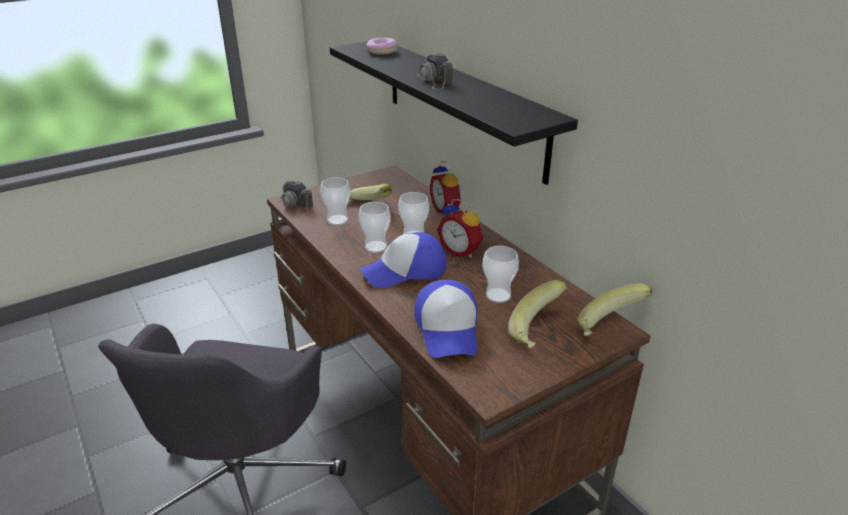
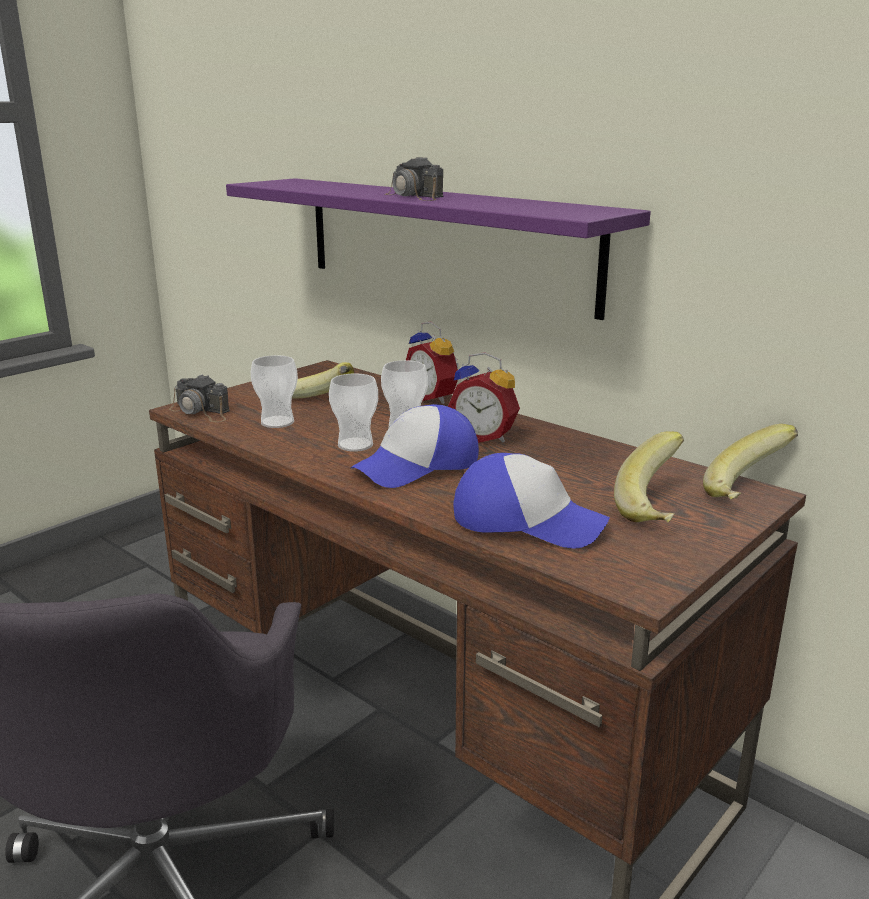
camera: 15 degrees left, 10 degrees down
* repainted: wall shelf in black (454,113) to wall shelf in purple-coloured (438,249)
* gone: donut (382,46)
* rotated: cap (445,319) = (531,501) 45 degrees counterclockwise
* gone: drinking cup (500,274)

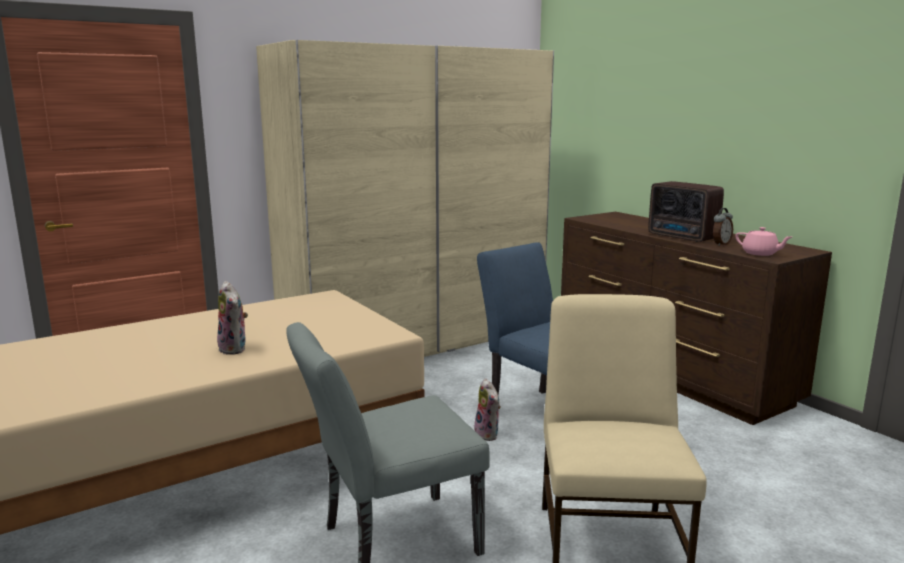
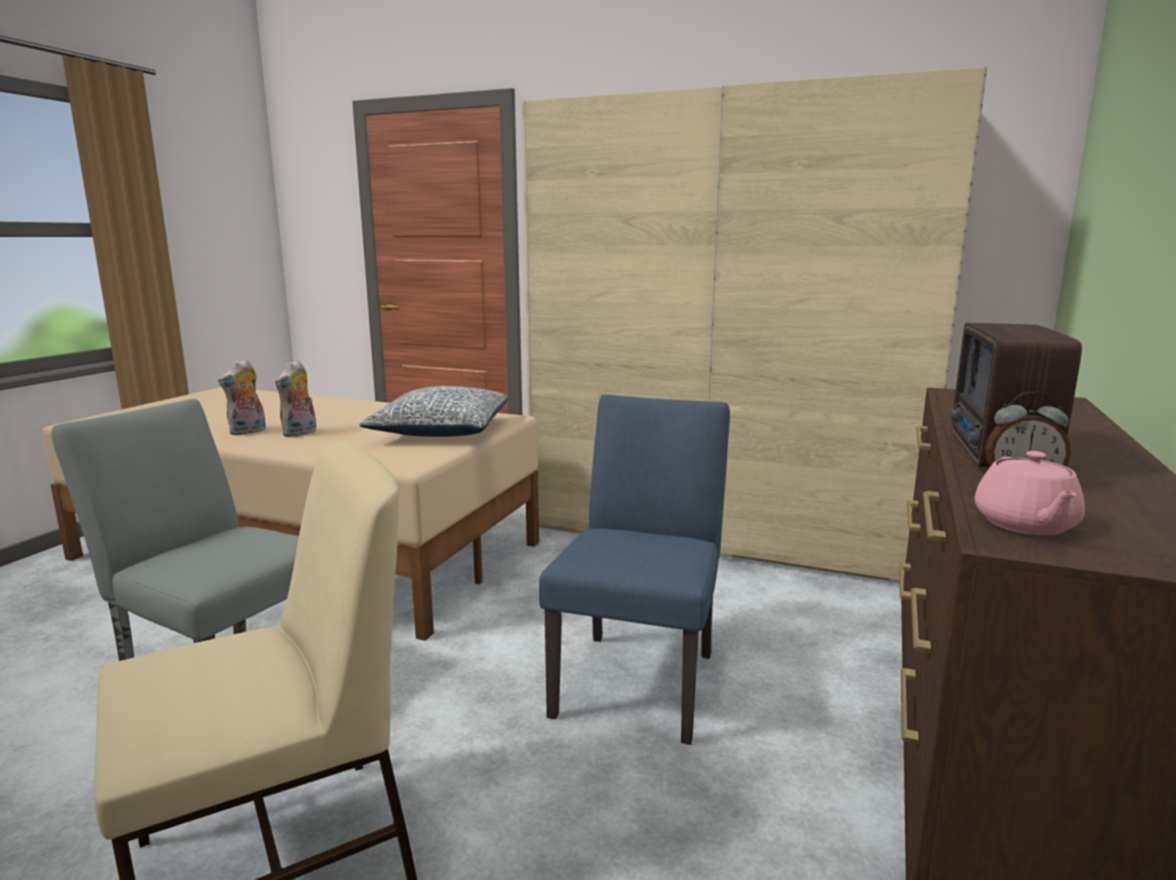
camera: 55 degrees right, 0 degrees up
* shifted: cuddly toy (487,409) to (242,397)
* new: cushion (434,411)

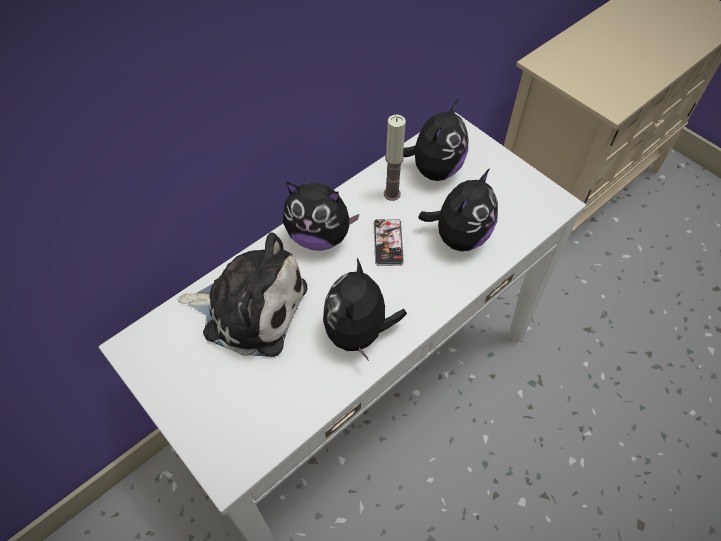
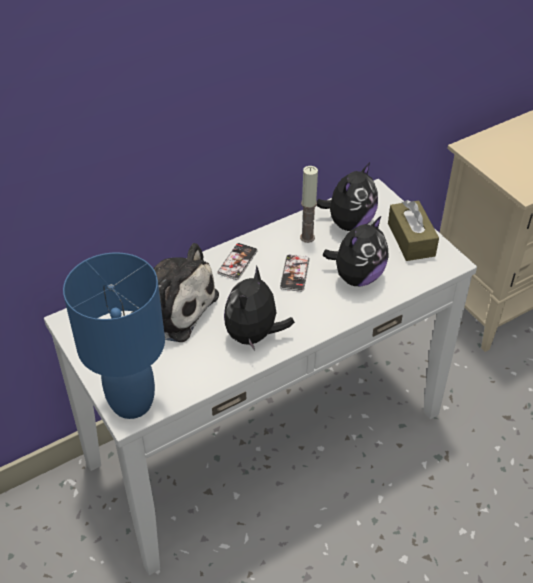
camera: 10 degrees right, 10 degrees down
* swapped: cuddly toy (321,216) to telephone (238,261)
* new: lamp for a table in blue-coloured (114,335)
* new: tissue box in brown-coloured (413,230)

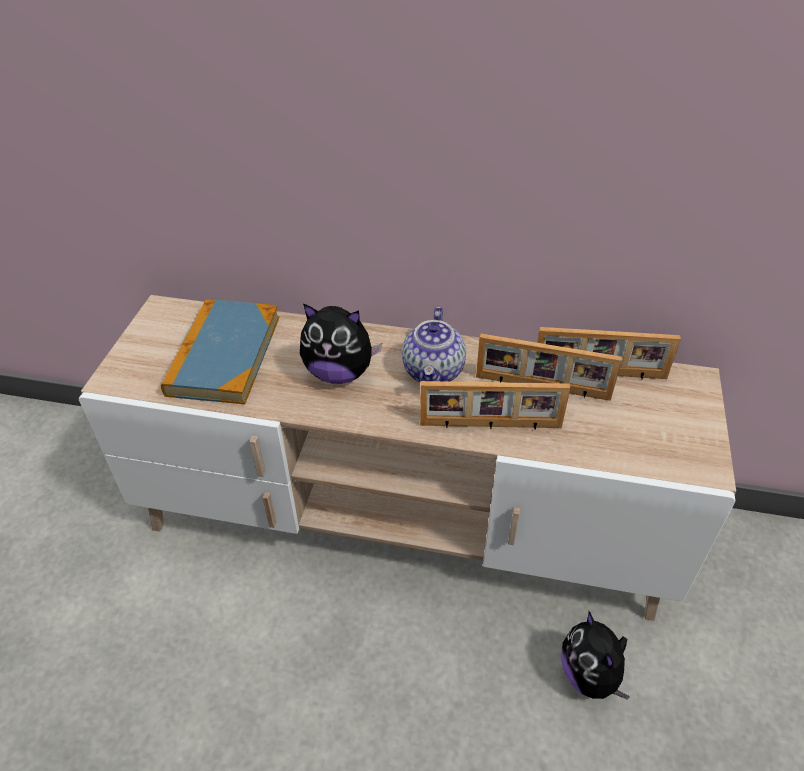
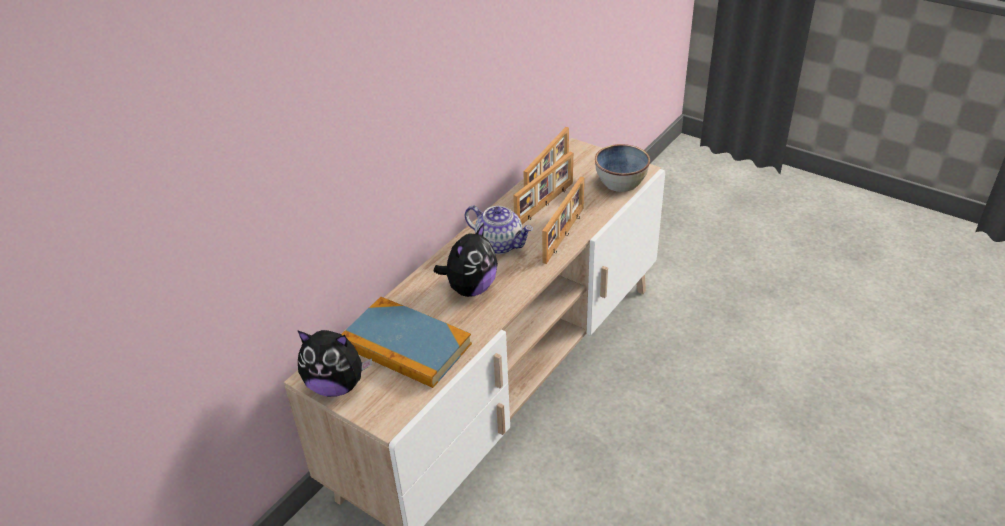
camera: 65 degrees left, 5 degrees down
* shifted: cuddly toy (595,654) to (334,363)
* new: deep dish (622,168)

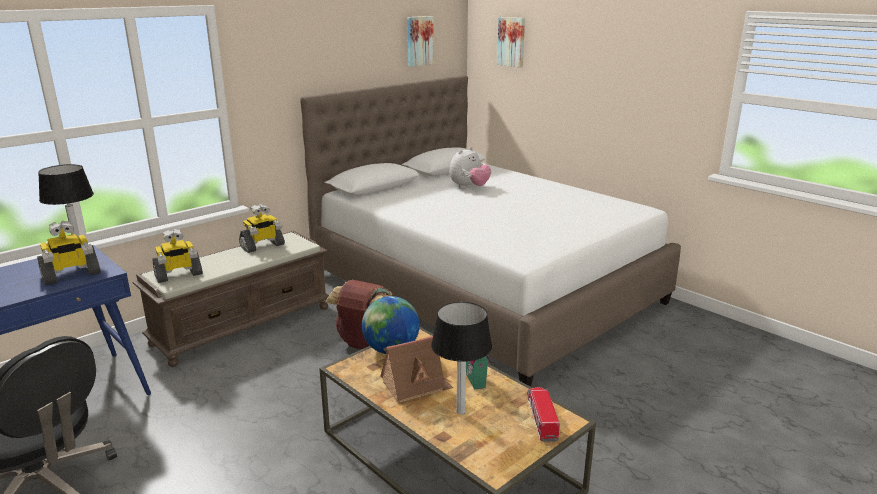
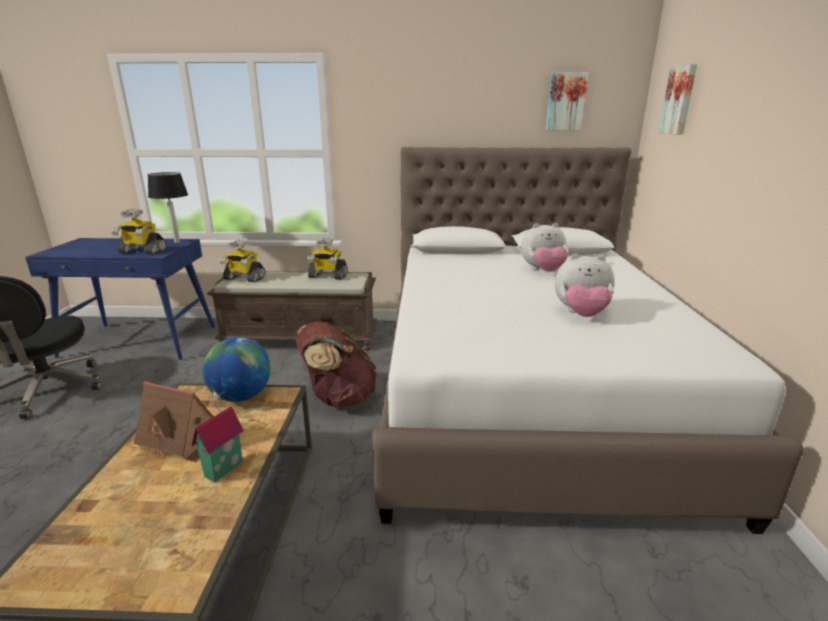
camera: 45 degrees right, 0 degrees up
* gone: lamp for a table (461,358)
* gone: toy lorry (543,414)
* new: cuddly toy (585,285)

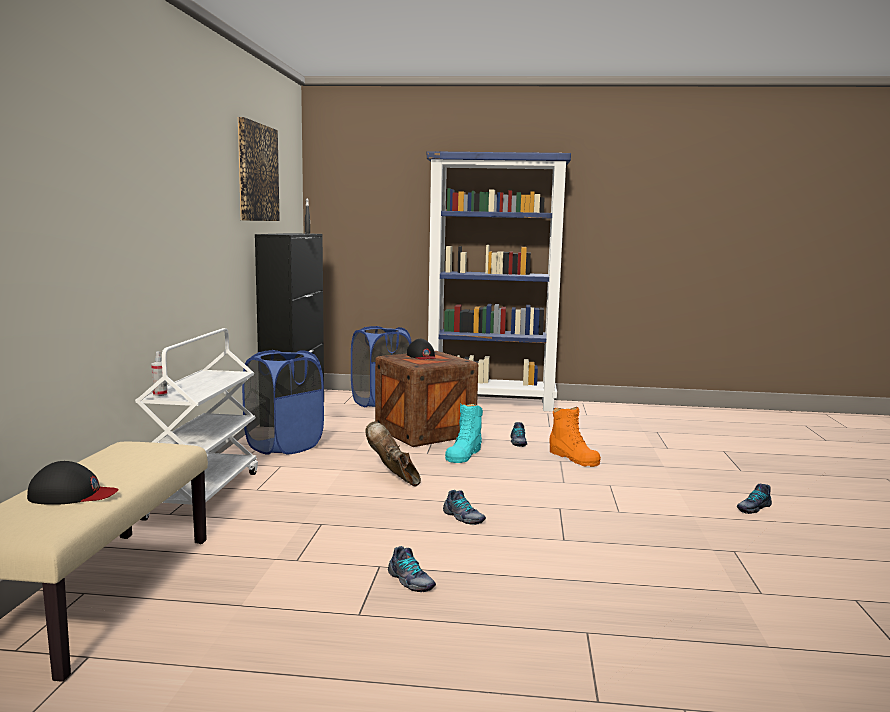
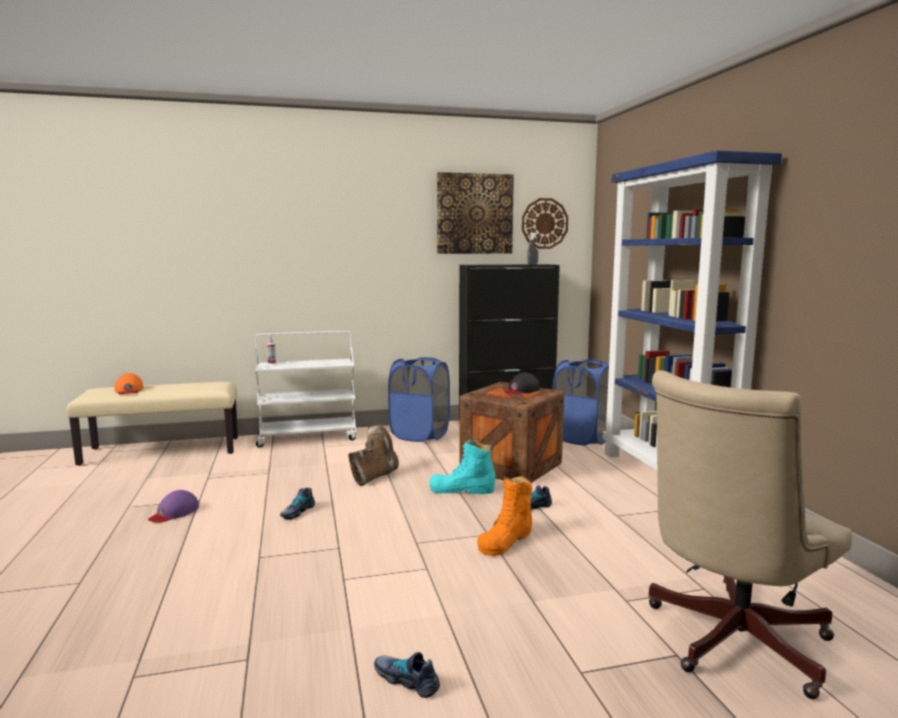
camera: 70 degrees right, 0 degrees up
* repainted: cap in black (73,483) to cap in orange (129,383)
* swapped: shoe (412,569) to cap in purple-coloured (173,506)
* new: hanging clock (545,223)
* new: desk chair in beige (750,534)

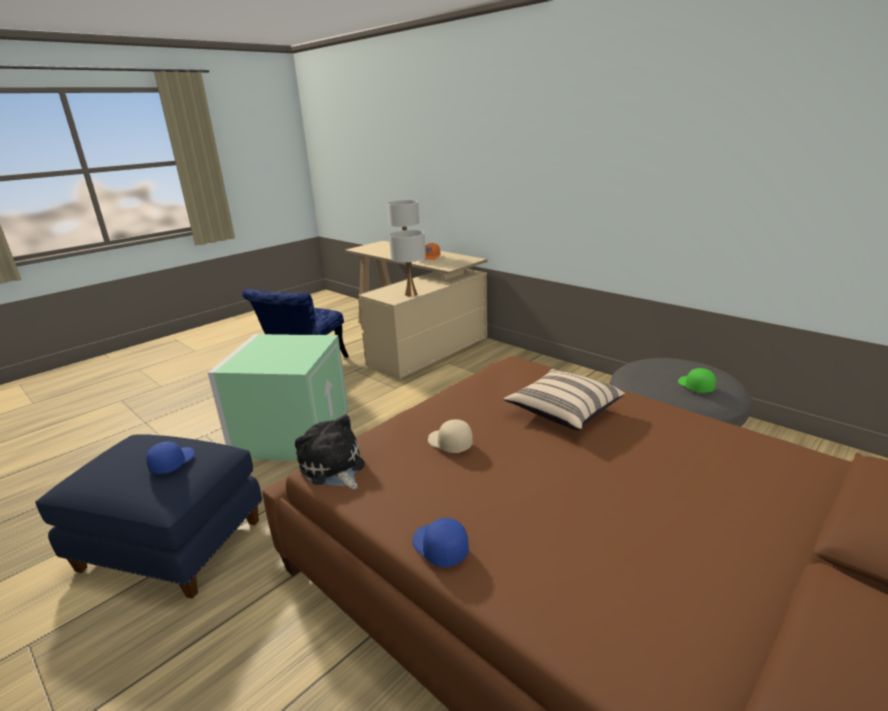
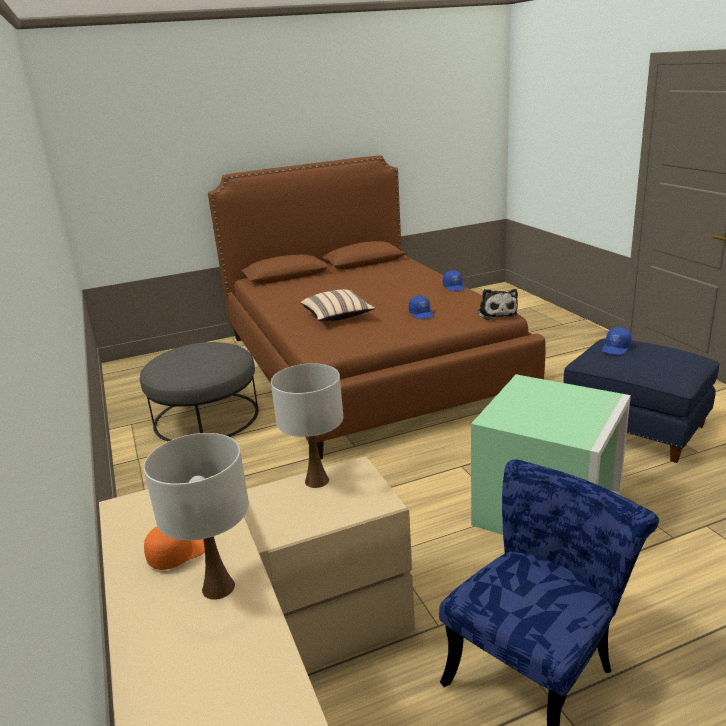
camera: 155 degrees left, 0 degrees up
* repainted: cap in beige (450,436) to cap in blue-coloured (421,307)
* gone: cap in green (697,380)

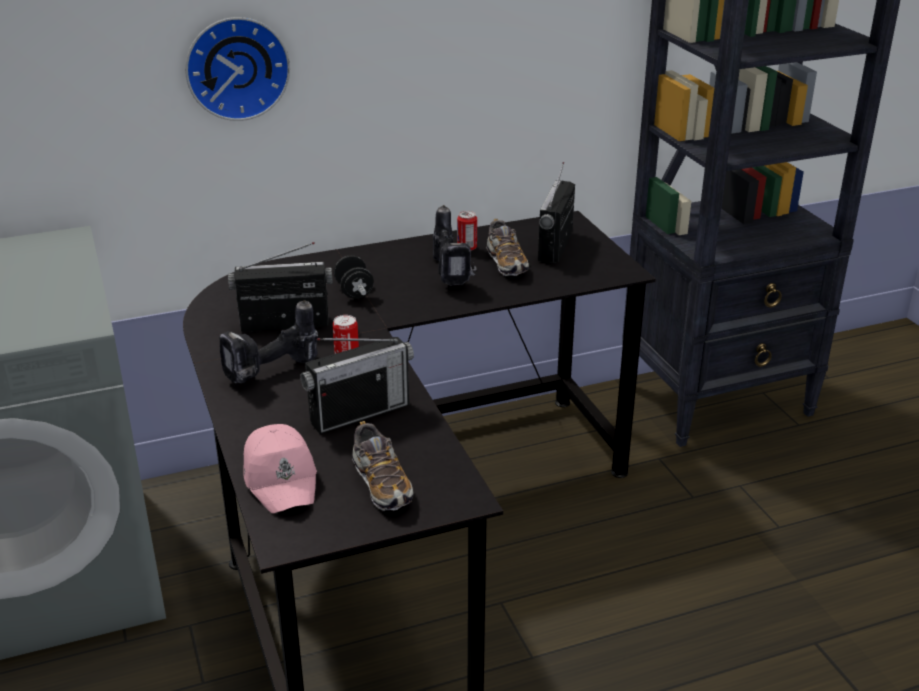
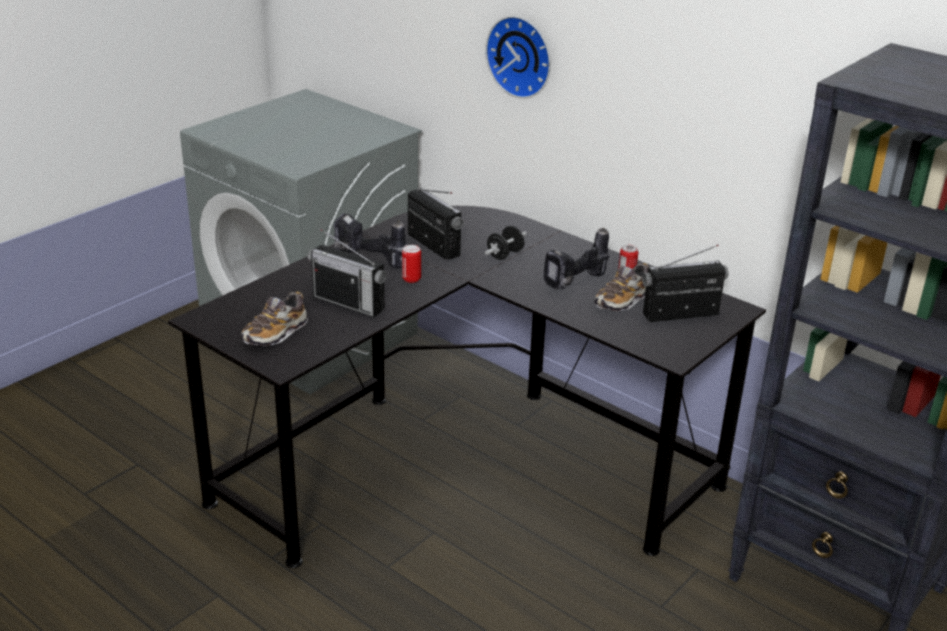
camera: 60 degrees right, 0 degrees up
* gone: cap in pink-coloured (280,468)

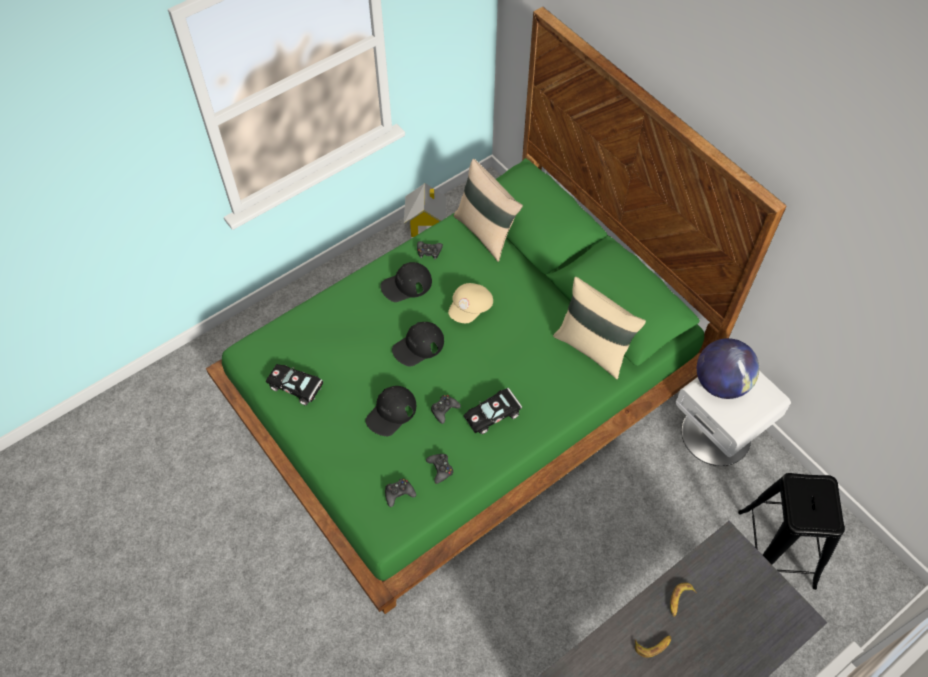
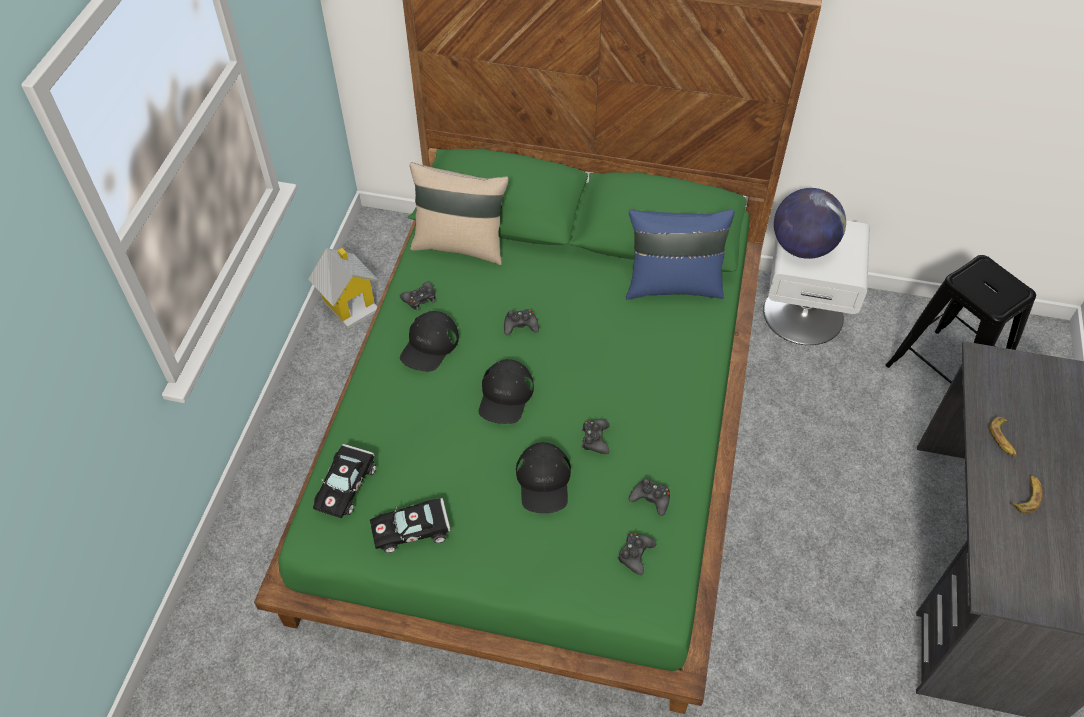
camera: 40 degrees left, 5 degrees down
* swapped: cap in beige (470,303) to game controller in black (521,322)
* shifted: miniature car in black (493,411) to (344,481)
* repainted: cushion in beige (599,328) to cushion in blue-coloured (680,254)

